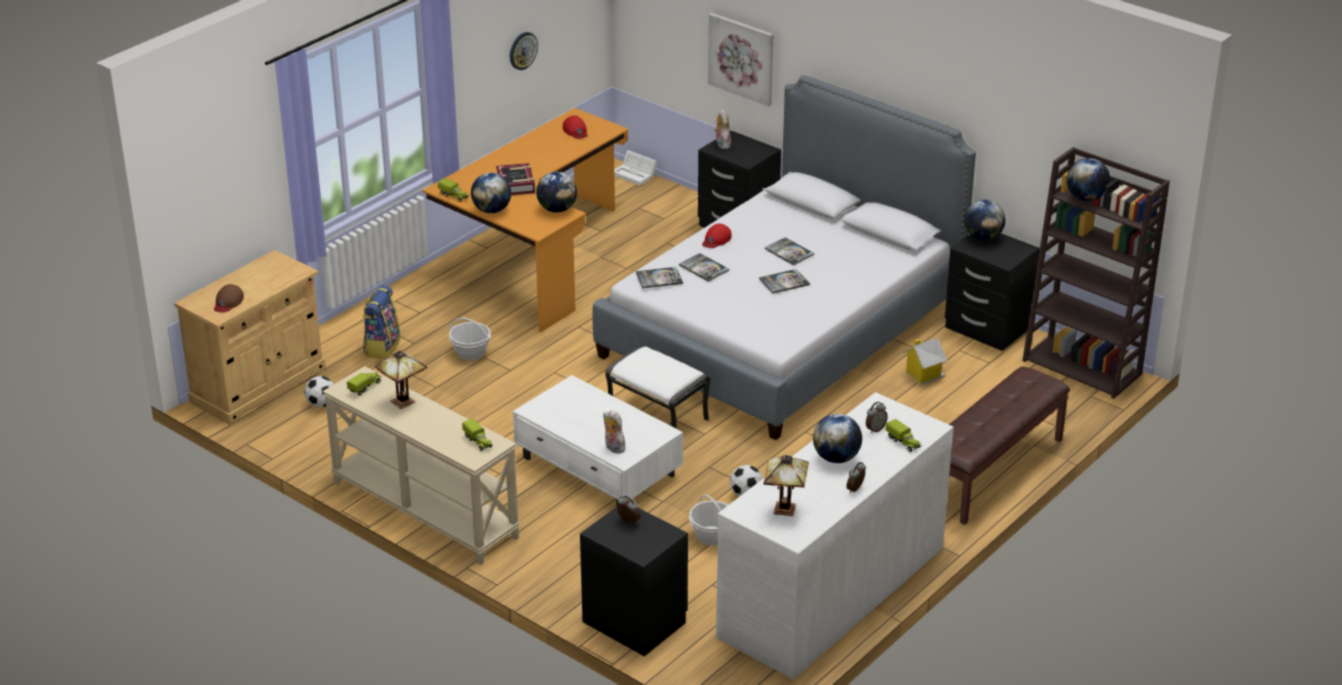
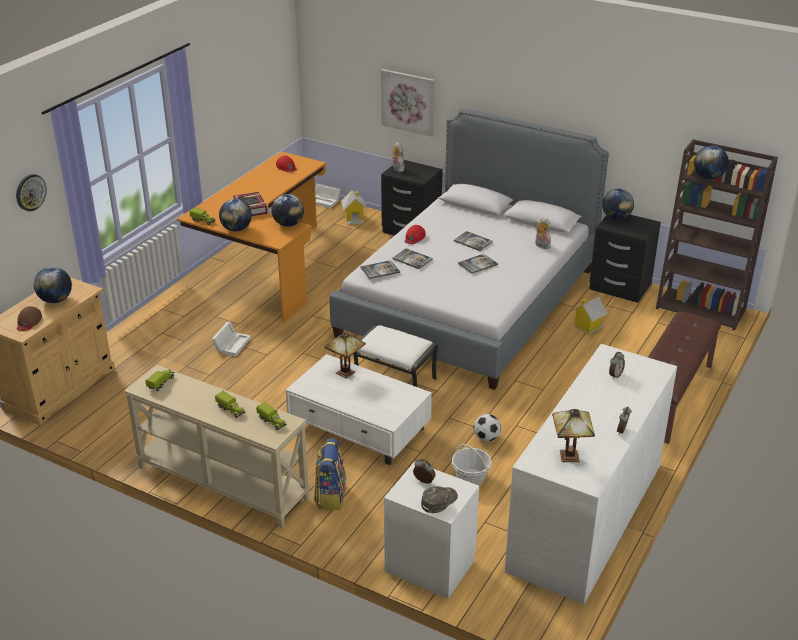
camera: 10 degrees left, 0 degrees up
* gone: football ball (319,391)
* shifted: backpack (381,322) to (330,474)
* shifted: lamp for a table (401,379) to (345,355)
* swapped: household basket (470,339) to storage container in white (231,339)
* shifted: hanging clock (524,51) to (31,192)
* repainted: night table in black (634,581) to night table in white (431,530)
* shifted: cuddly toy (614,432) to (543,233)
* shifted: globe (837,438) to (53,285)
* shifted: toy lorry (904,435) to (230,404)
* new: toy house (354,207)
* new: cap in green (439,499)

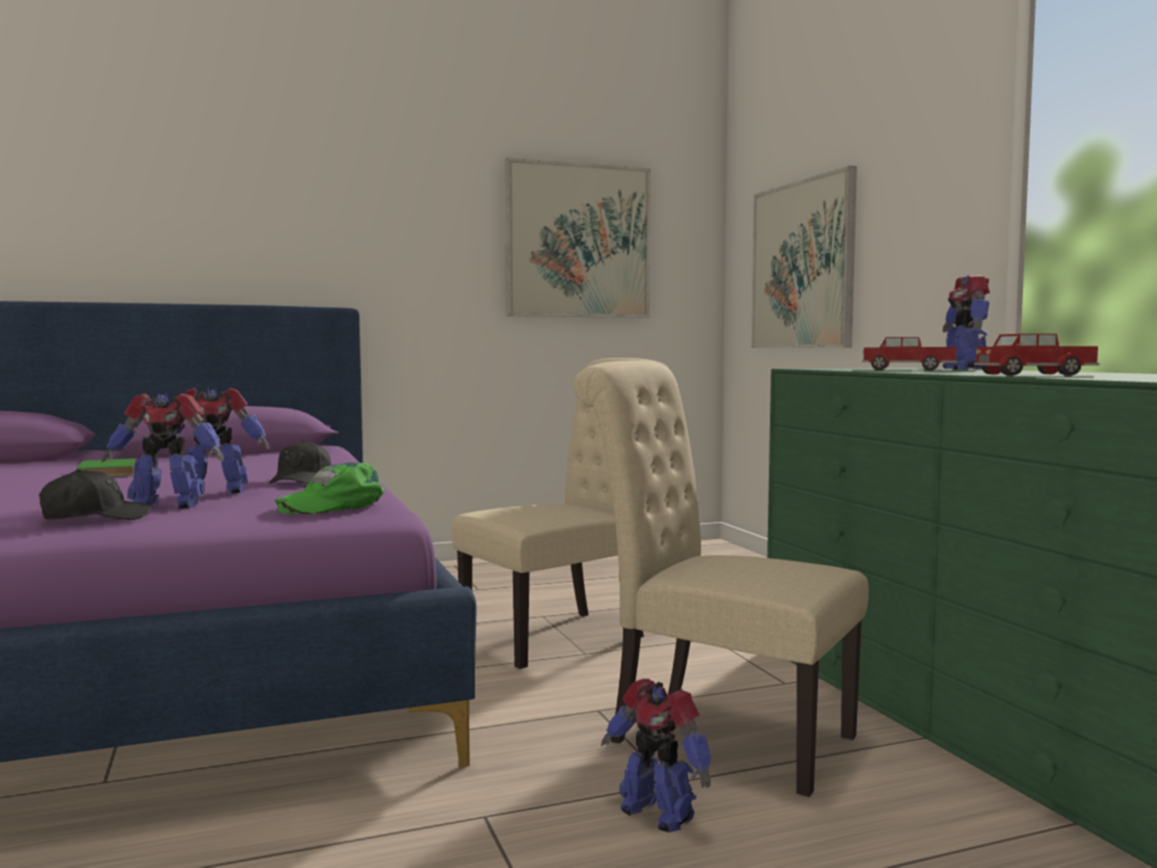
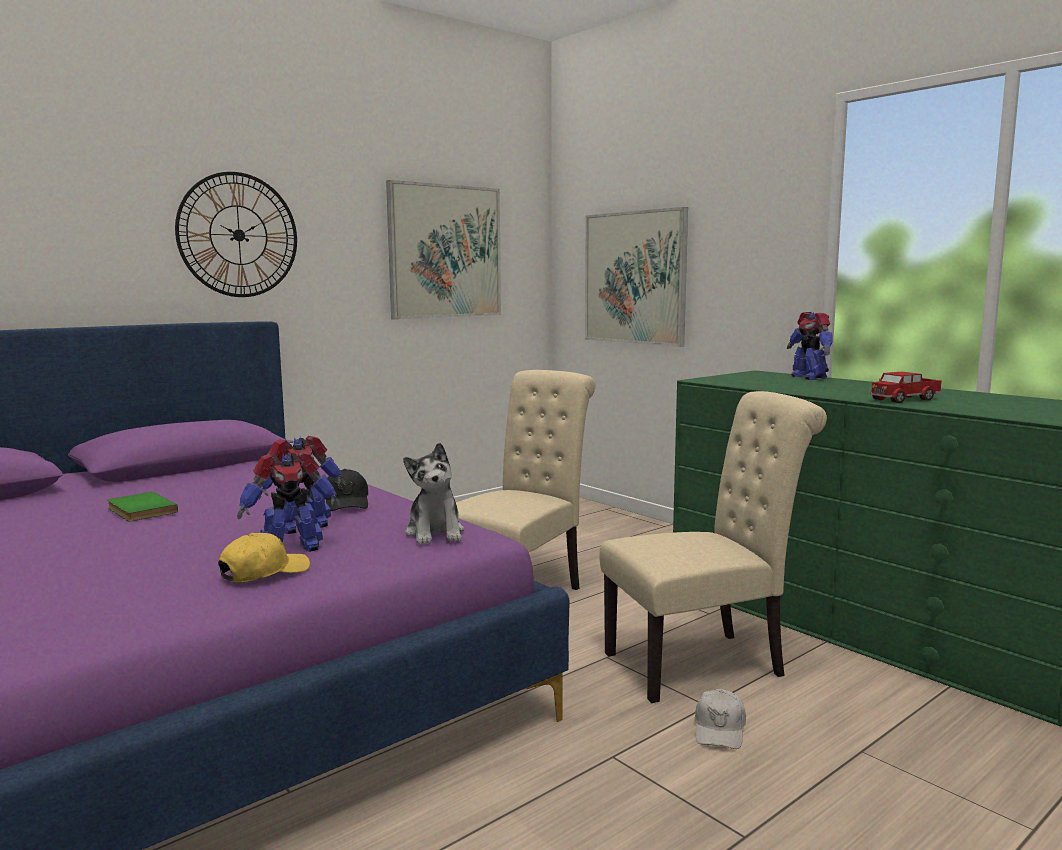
camera: 20 degrees left, 5 degrees up
* repainted: cap in black (95,494) to cap in yellowish (264,558)
* swapped: cap in green (330,488) to cuddly toy (433,493)
* rotated: upright chair in beige (721,579) = (713,547) 150 degrees clockwise
* swapped: model robot (656,756) to cap in white (720,719)
* gone: toy lorry (909,353)
* new: hanging clock (236,234)

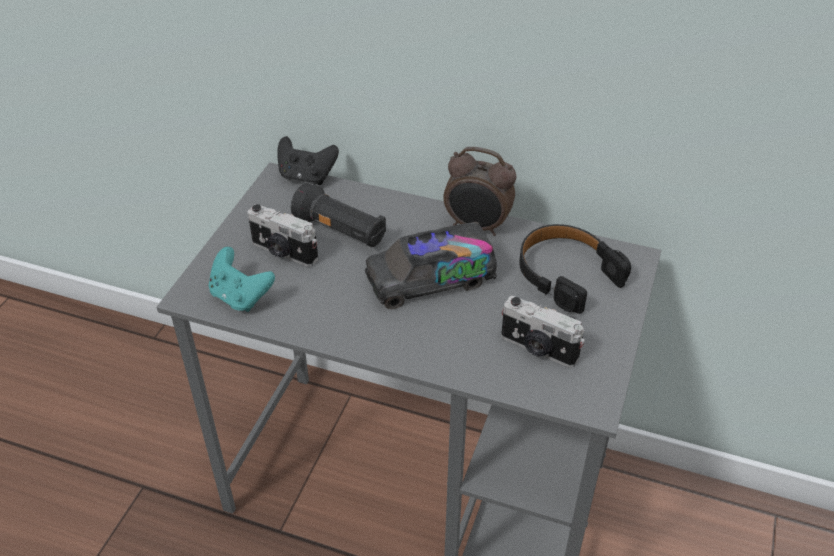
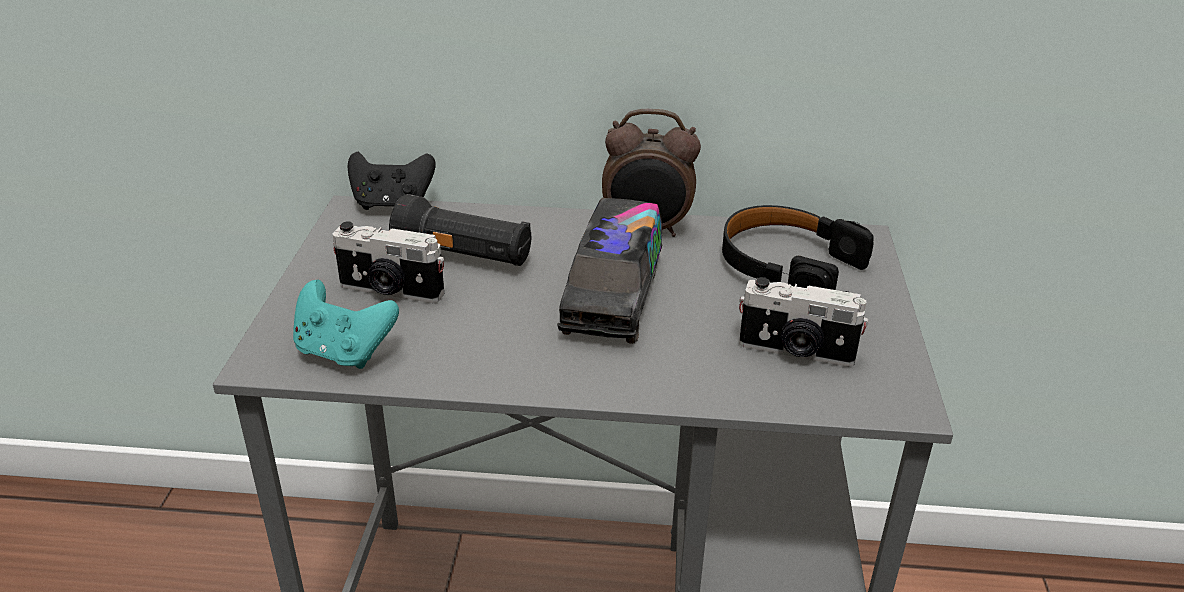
camera: 15 degrees left, 10 degrees down
* rotated: toy lorry (431,265) = (609,271) 45 degrees counterclockwise

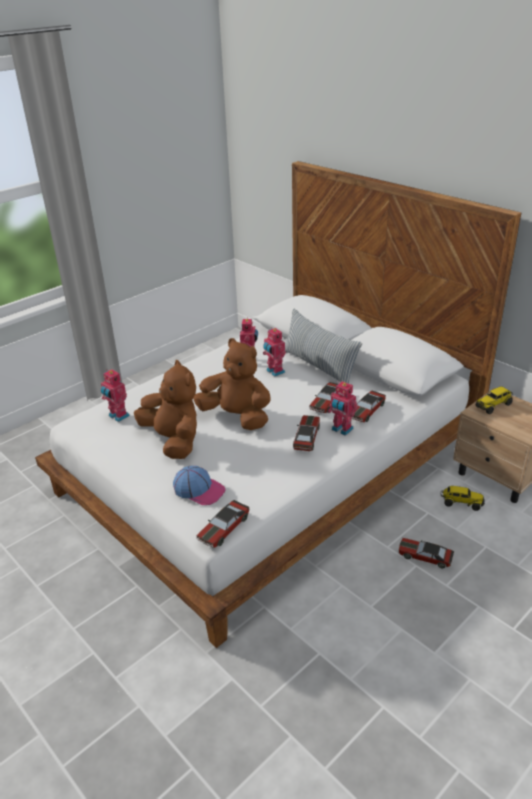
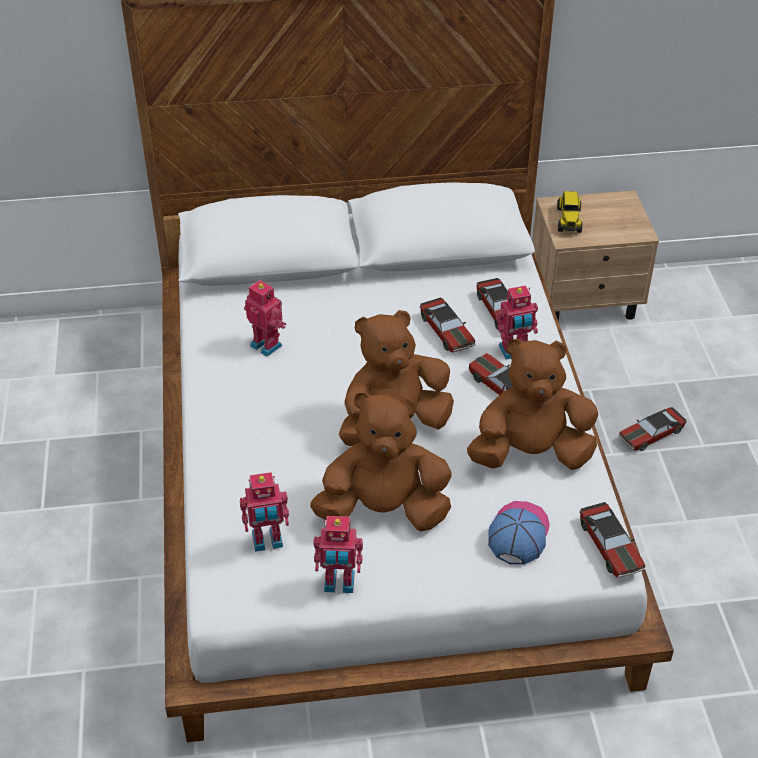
camera: 55 degrees left, 10 degrees up
* rotated: cap (199,485) = (519,532) 45 degrees counterclockwise
* shifted: model robot (274,352) to (338,554)
* gone: cushion (323,346)
* gone: toy lorry (463,498)
* new: cuddly toy in brown-coloured (532,404)

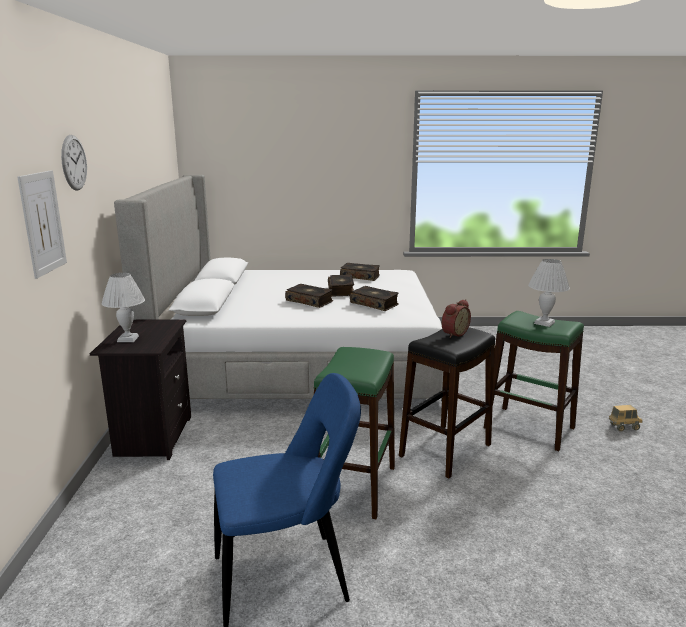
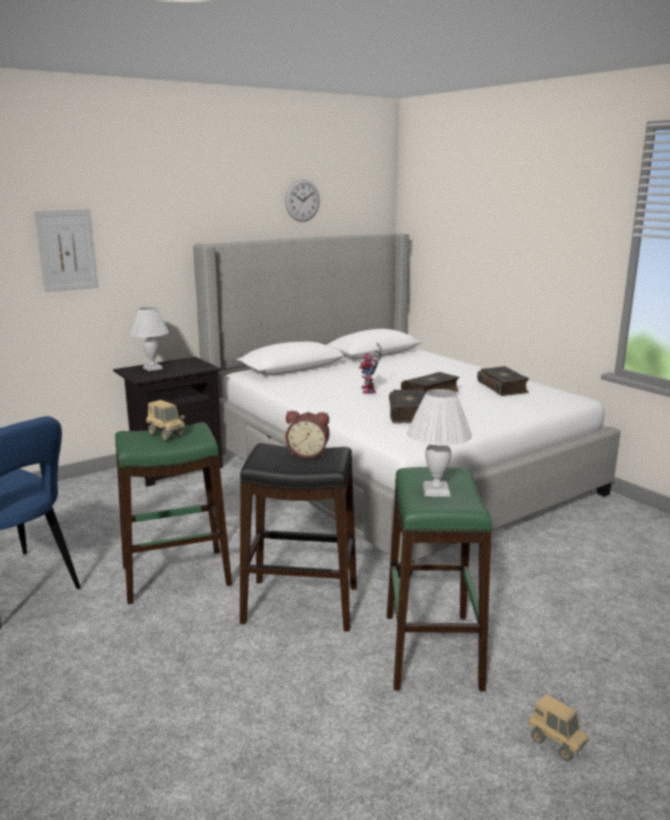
camera: 55 degrees right, 0 degrees up
* shifted: hanging clock (74,162) to (302,201)
* swapped: book (309,296) to model robot (370,368)
* new: toy lorry (165,420)

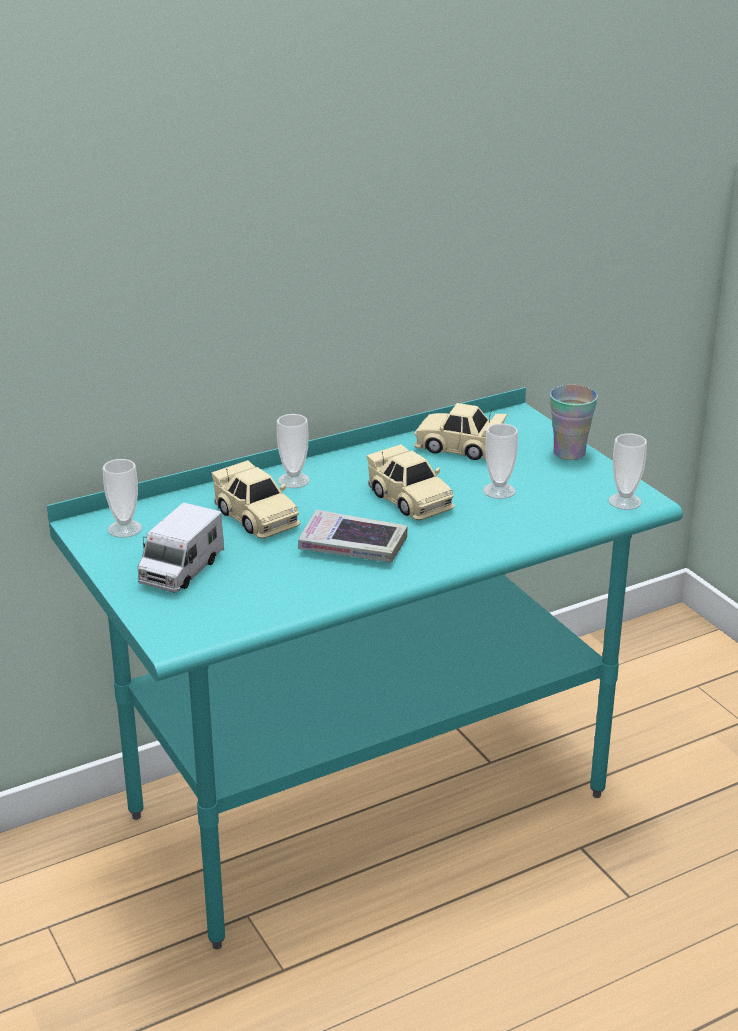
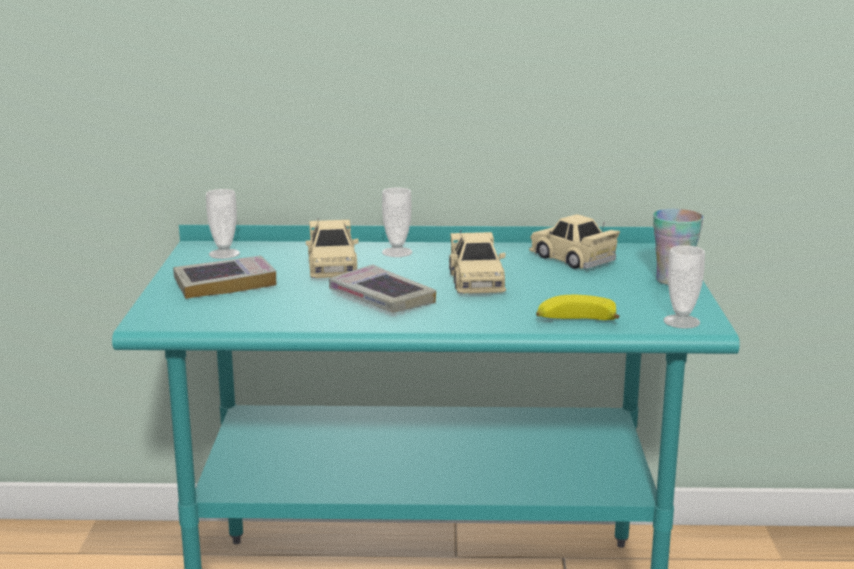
camera: 30 degrees right, 10 degrees down
* swapped: toy lorry (180,547) to book (224,277)
* gone: drinking cup (500,461)
* new: whole banana (577,307)

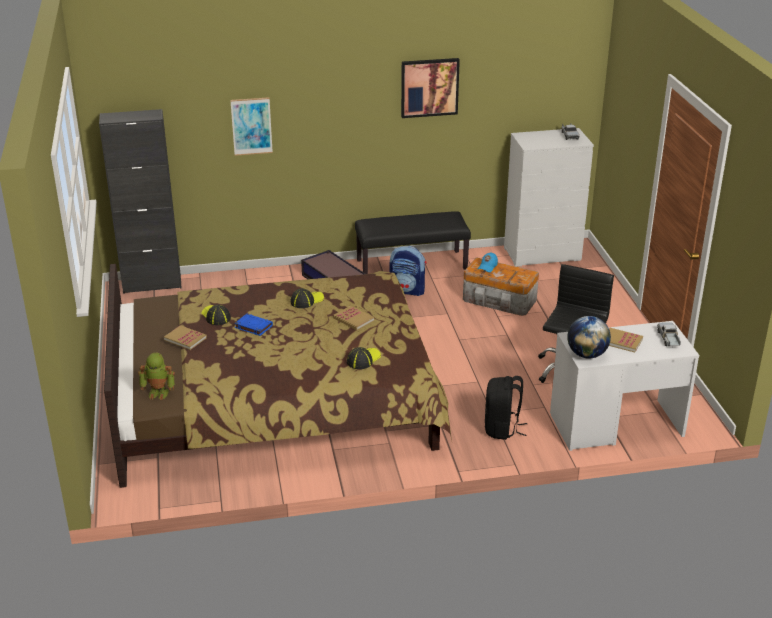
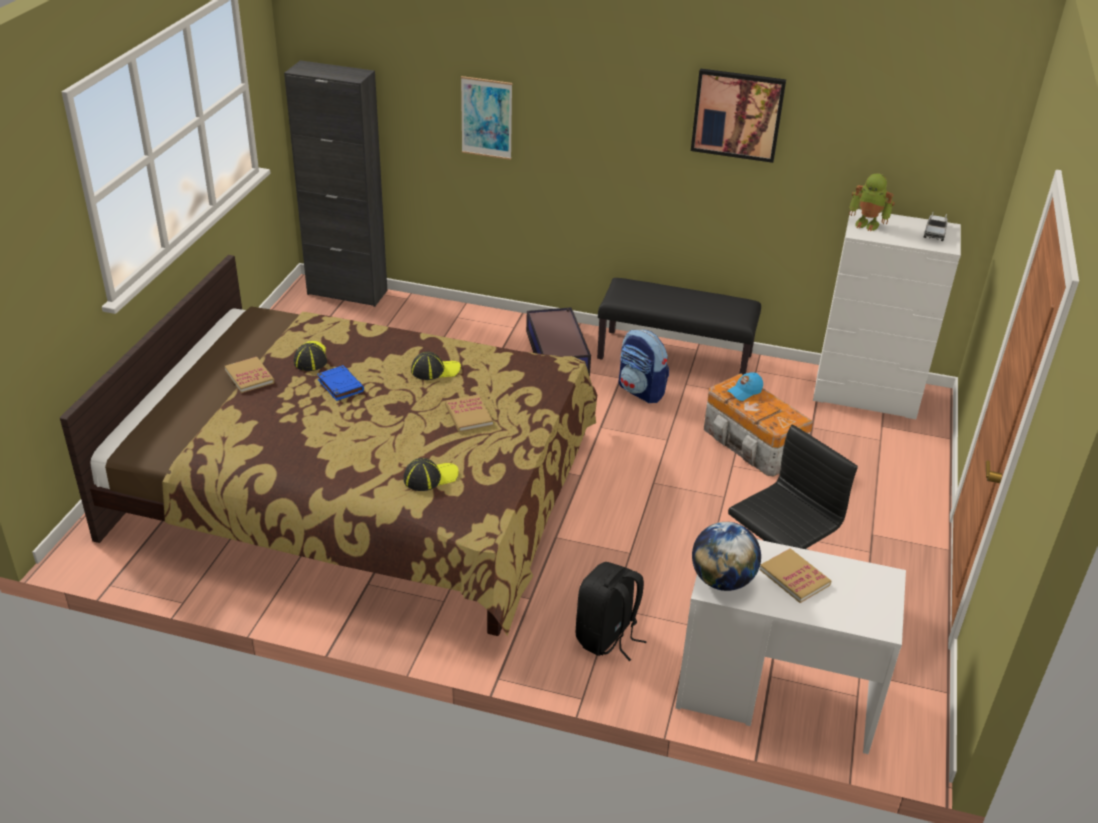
camera: 25 degrees right, 5 degrees up
* shifted: model robot (156,376) to (872,203)
* gone: toy lorry (669,335)

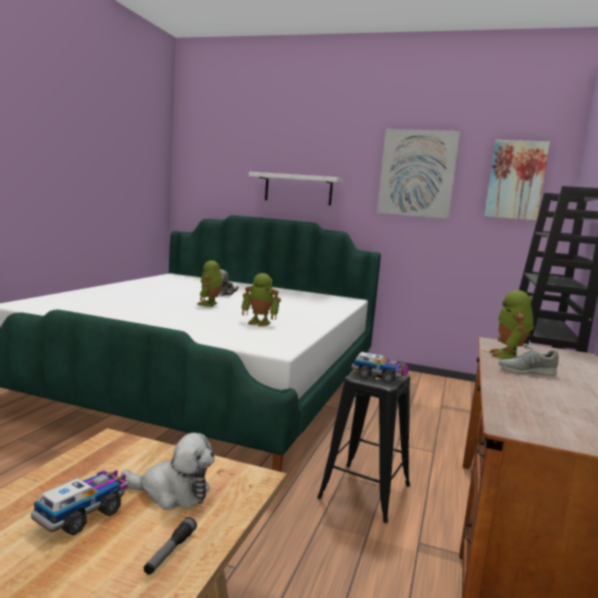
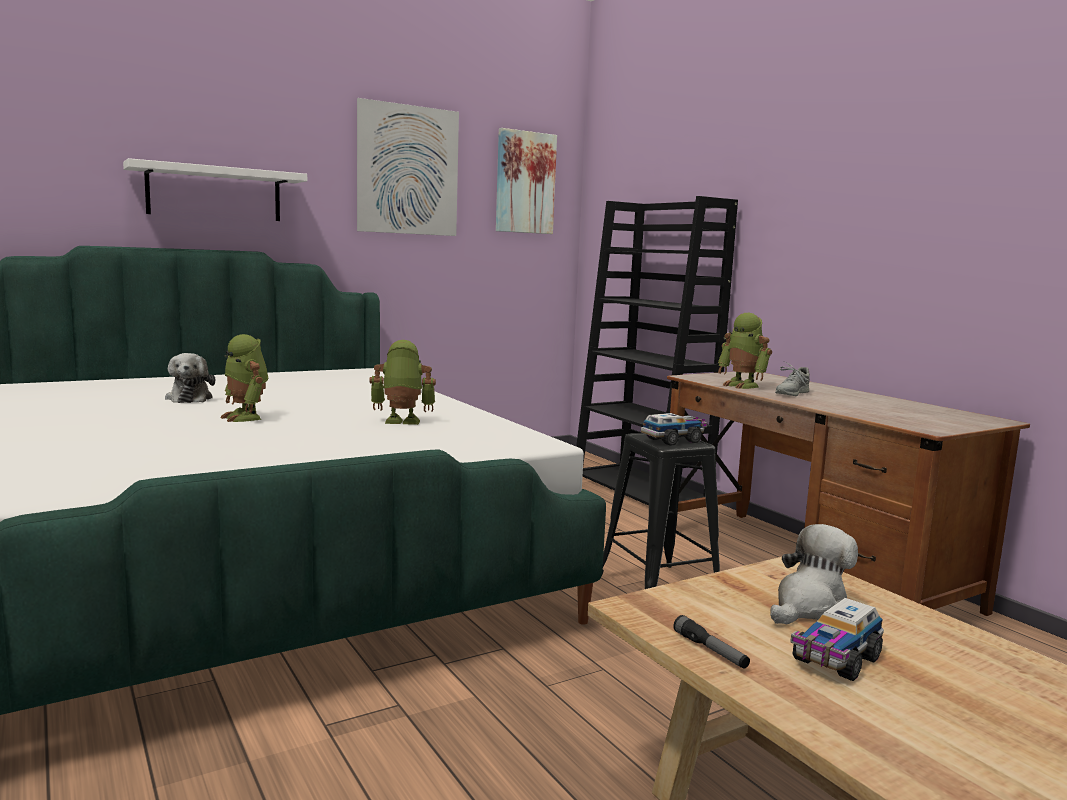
camera: 50 degrees left, 0 degrees up
* rotated: toy lorry (79,503) = (837,639) 120 degrees counterclockwise
* shifted: hand torch (170,546) to (711,641)
* rotated: model robot (261,300) = (402,382) 150 degrees counterclockwise

